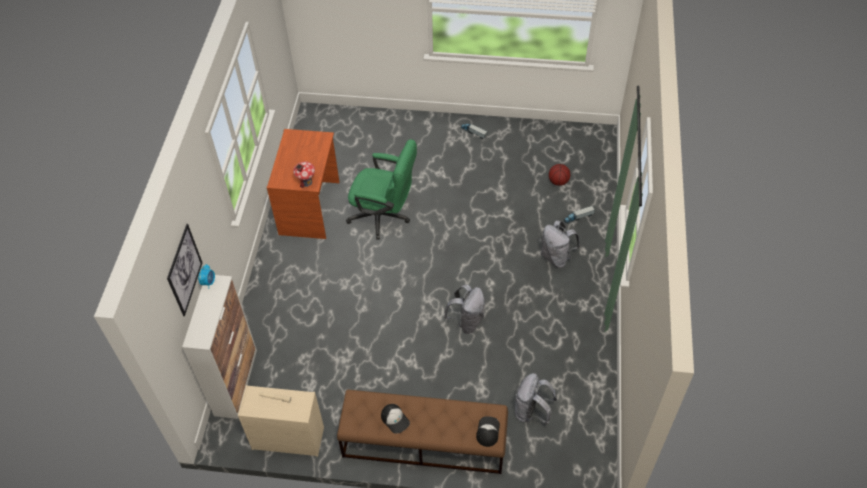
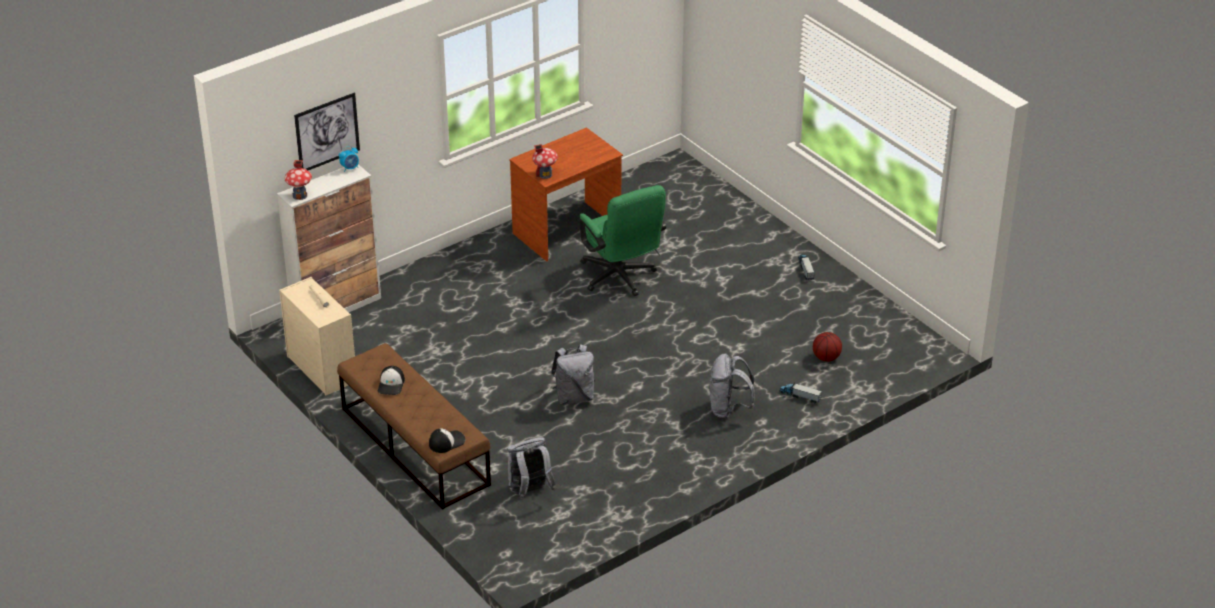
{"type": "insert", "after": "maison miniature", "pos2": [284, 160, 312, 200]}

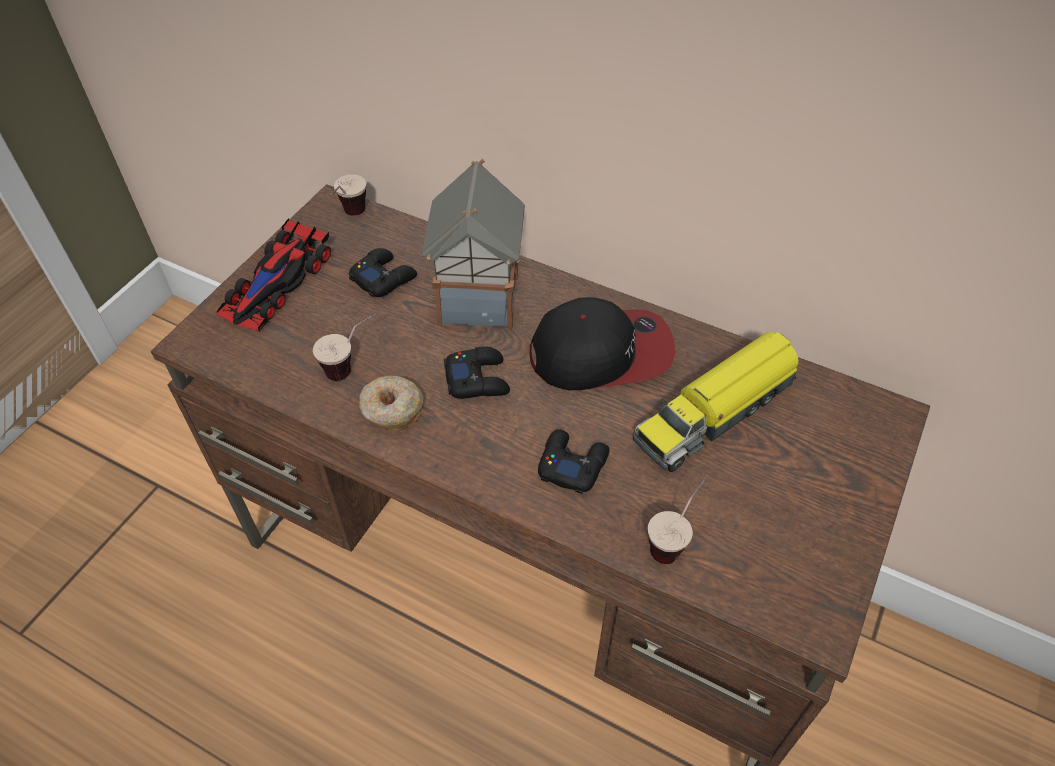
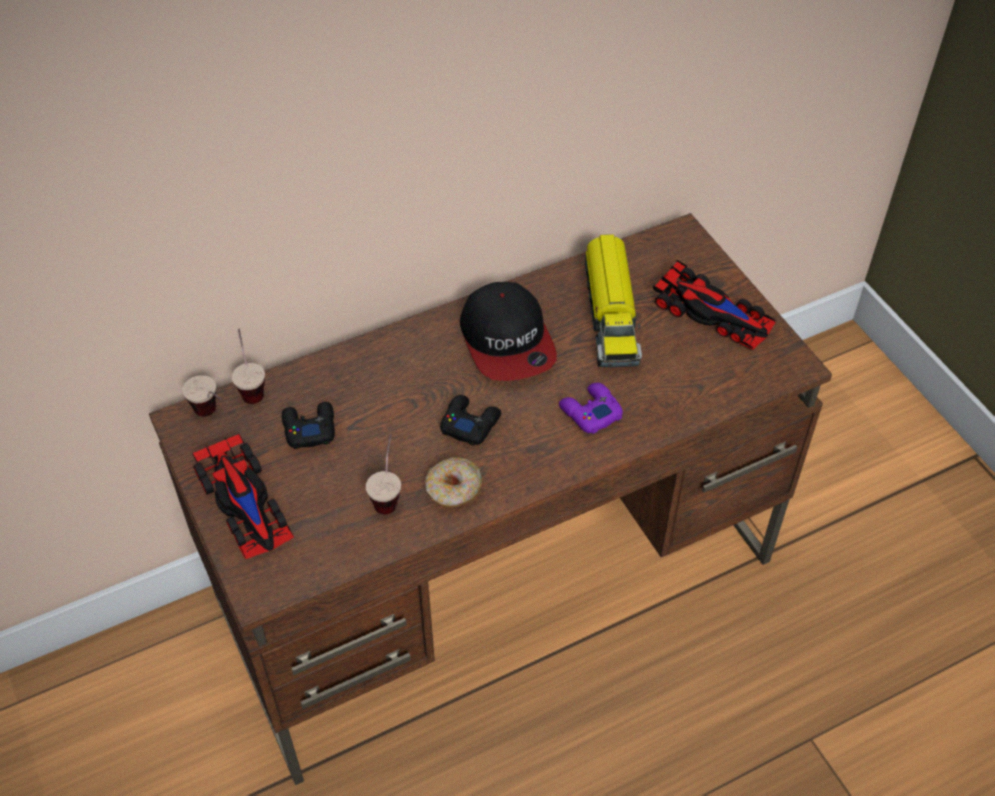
{"type": "delete", "before": "maison miniature", "pos1": [422, 159, 525, 329]}
{"type": "rotate", "before": "casquette", "pos1": [530, 297, 675, 390], "pos2": [460, 282, 557, 381], "turn": 135}
{"type": "recolor", "before": "manette/noir", "after": "manette/violet", "pos1": [538, 430, 609, 494], "pos2": [559, 383, 623, 434]}
{"type": "move", "before": "tasse", "pos1": [648, 475, 708, 564], "pos2": [232, 329, 265, 404]}
{"type": "insert", "after": "petite voiture", "pos2": [653, 260, 776, 350]}

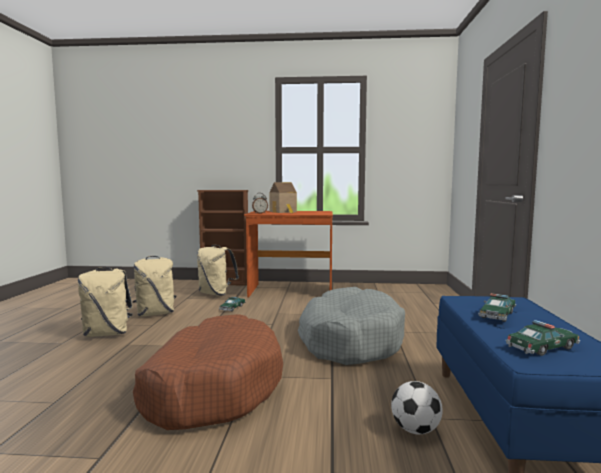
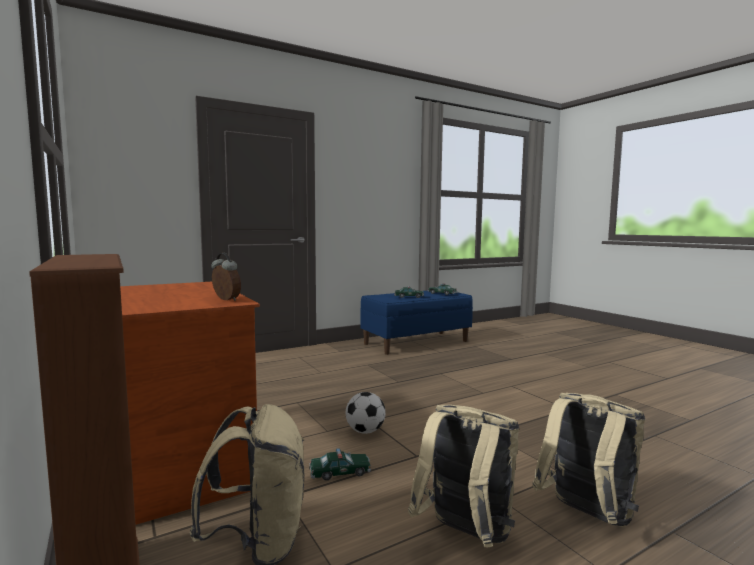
{"type": "delete", "before": "panier pour chien/marron", "pos1": [133, 314, 283, 430]}
{"type": "delete", "before": "maison miniature", "pos1": [269, 182, 297, 213]}
{"type": "delete", "before": "panier pour chien/gris", "pos1": [298, 287, 405, 365]}
{"type": "move", "before": "ballon de foot", "pos1": [391, 381, 443, 435], "pos2": [346, 392, 386, 434]}

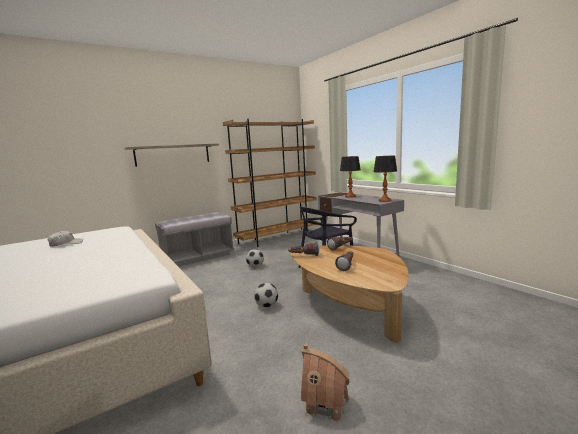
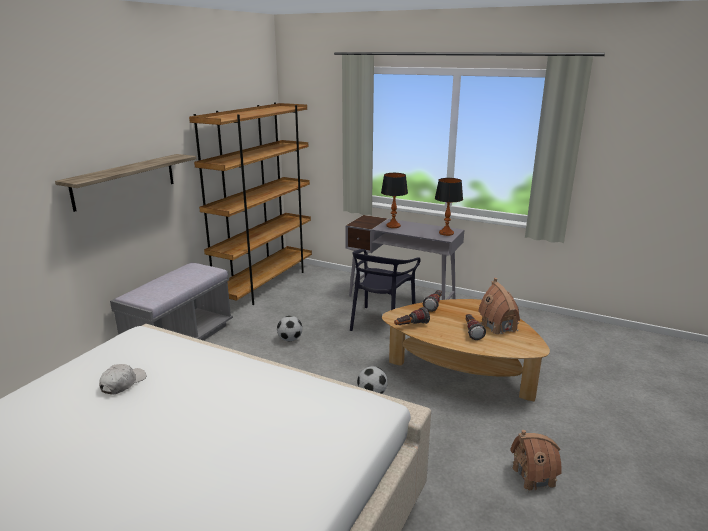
{"type": "insert", "after": "maison miniature", "pos2": [478, 278, 520, 335]}

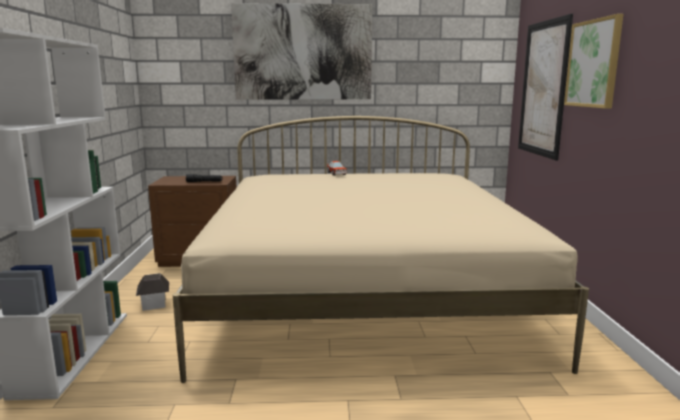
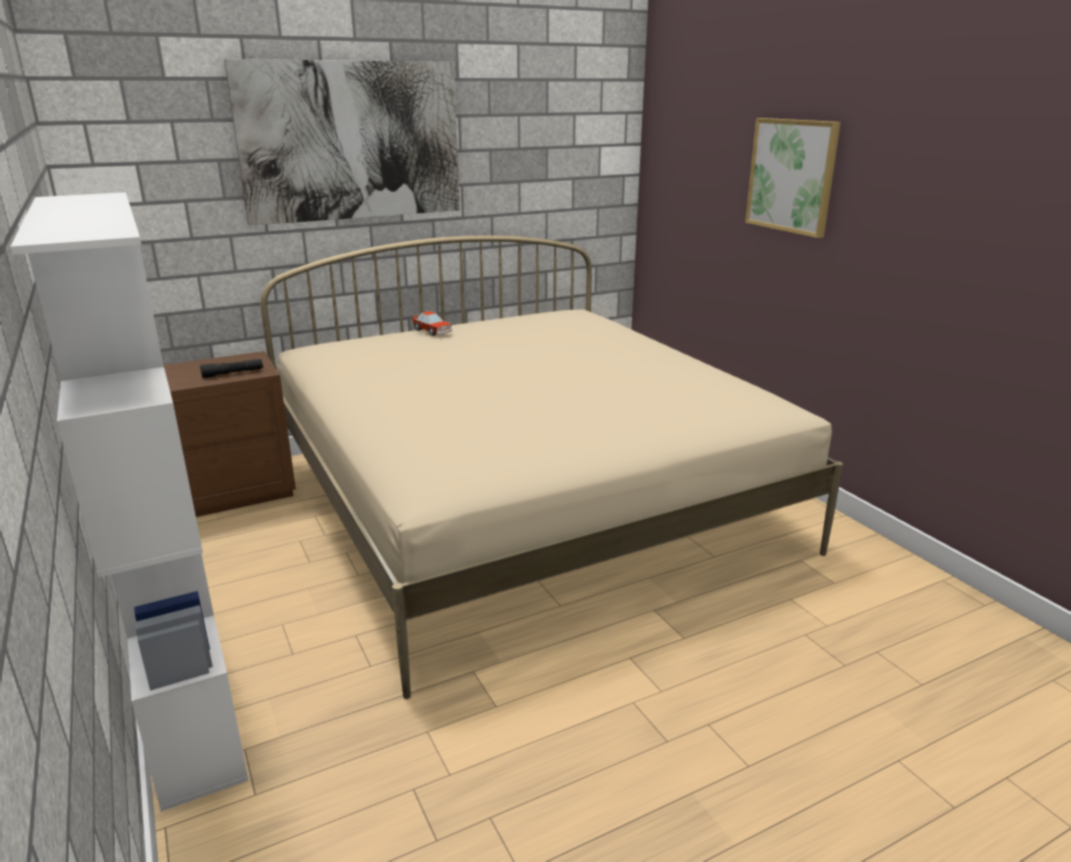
{"type": "delete", "before": "maison miniature", "pos1": [136, 273, 169, 311]}
{"type": "delete", "before": "tableau", "pos1": [518, 13, 573, 161]}

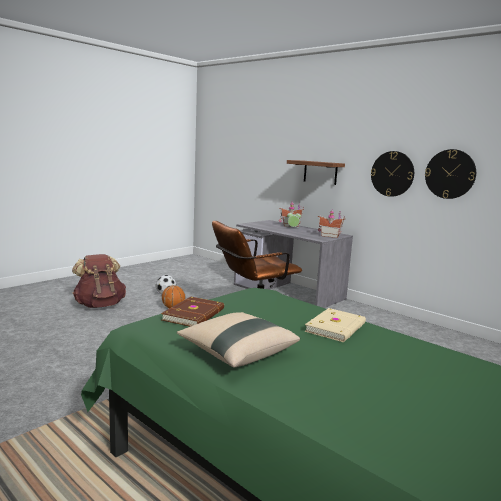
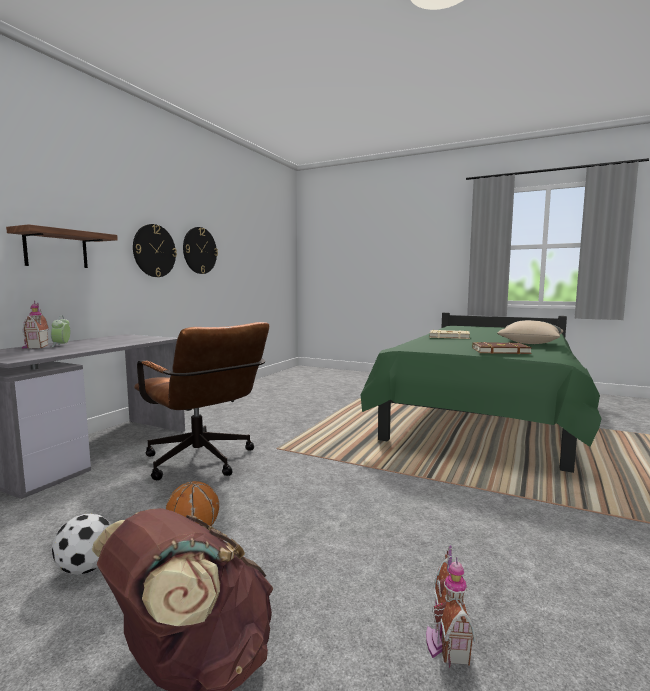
{"type": "move", "before": "maison miniature", "pos1": [318, 209, 346, 238], "pos2": [426, 545, 477, 667]}

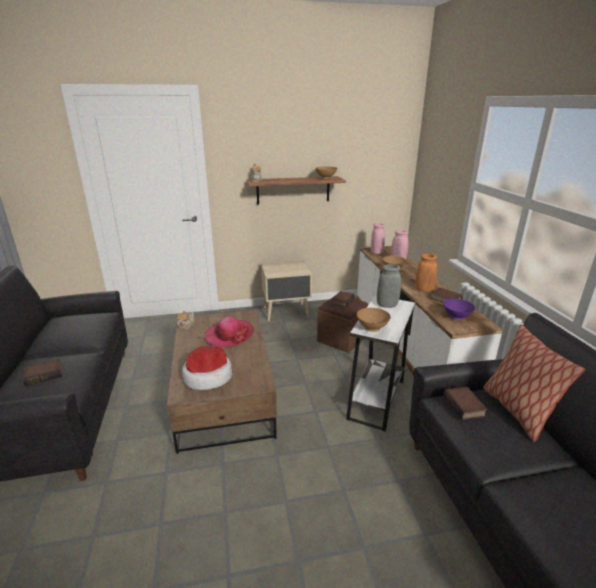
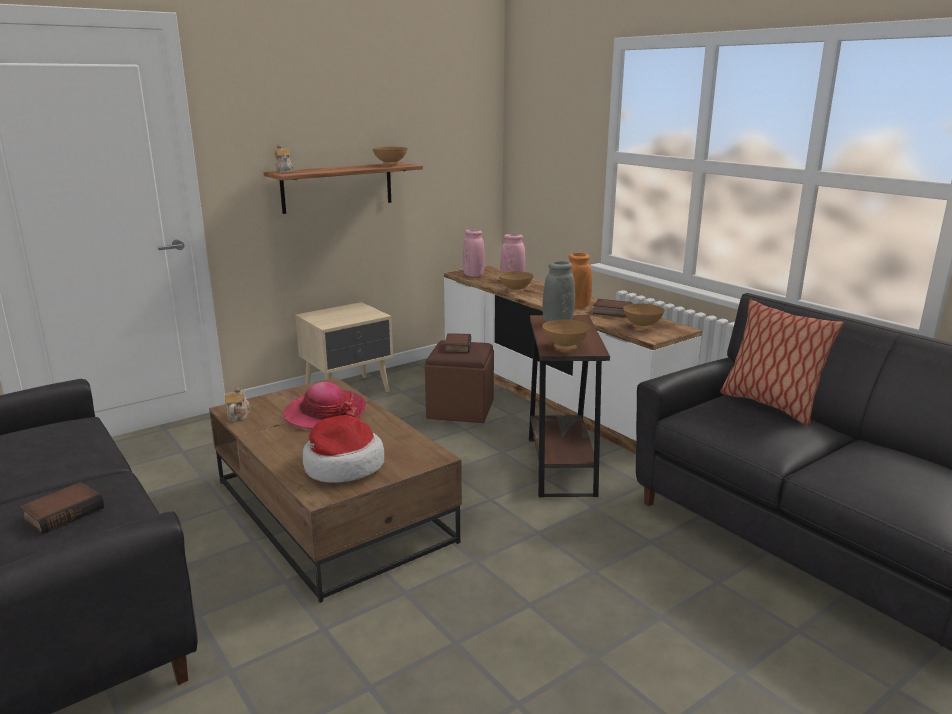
{"type": "recolor", "before": "table d'appoint/blanc", "after": "table d'appoint/marron", "pos1": [346, 295, 415, 431], "pos2": [529, 315, 610, 497]}
{"type": "recolor", "before": "bol/violet", "after": "bol/marron", "pos1": [443, 299, 475, 320], "pos2": [623, 303, 665, 329]}
{"type": "delete", "before": "livre", "pos1": [443, 387, 487, 420]}

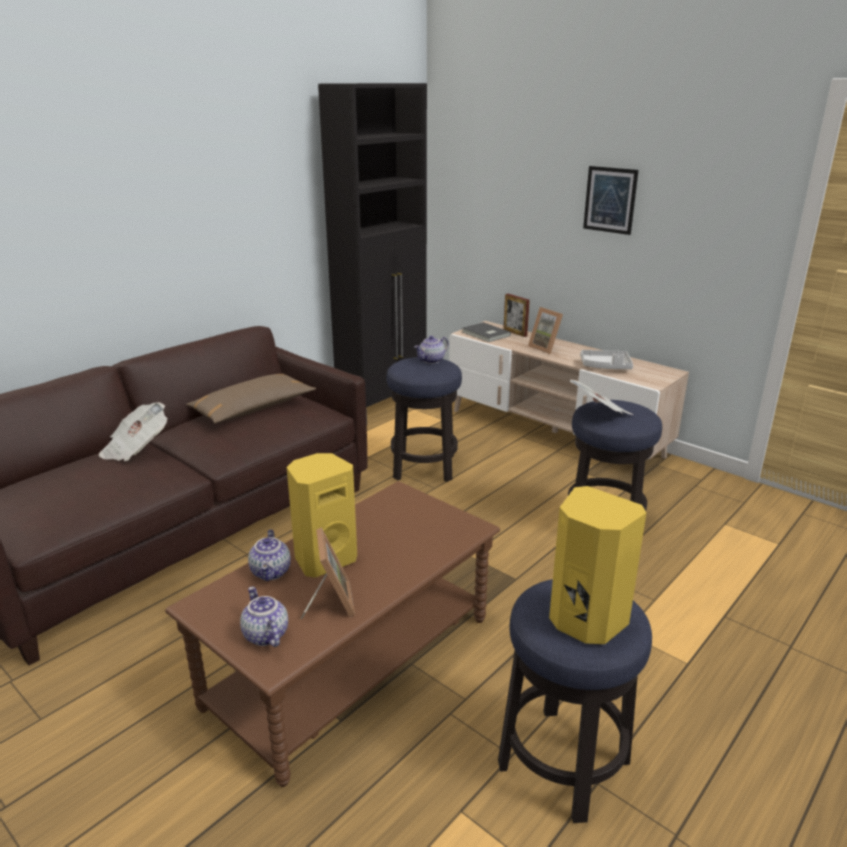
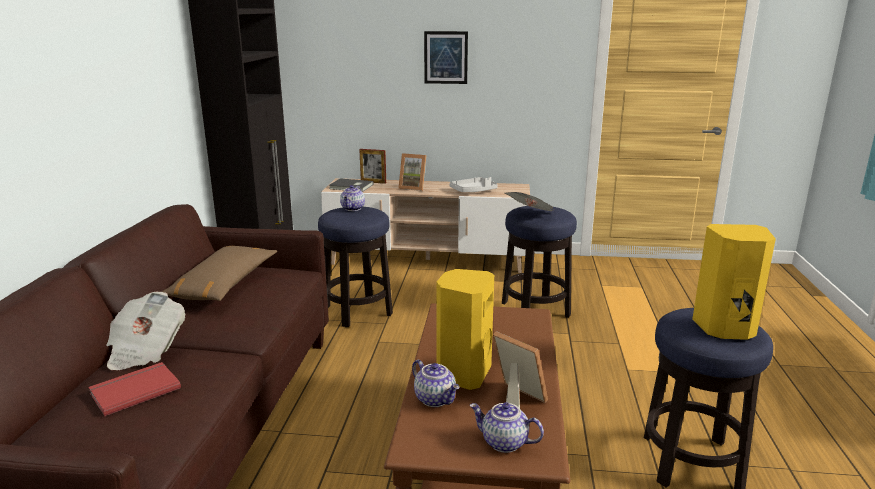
{"type": "insert", "after": "livre/rouge", "pos2": [88, 362, 181, 416]}

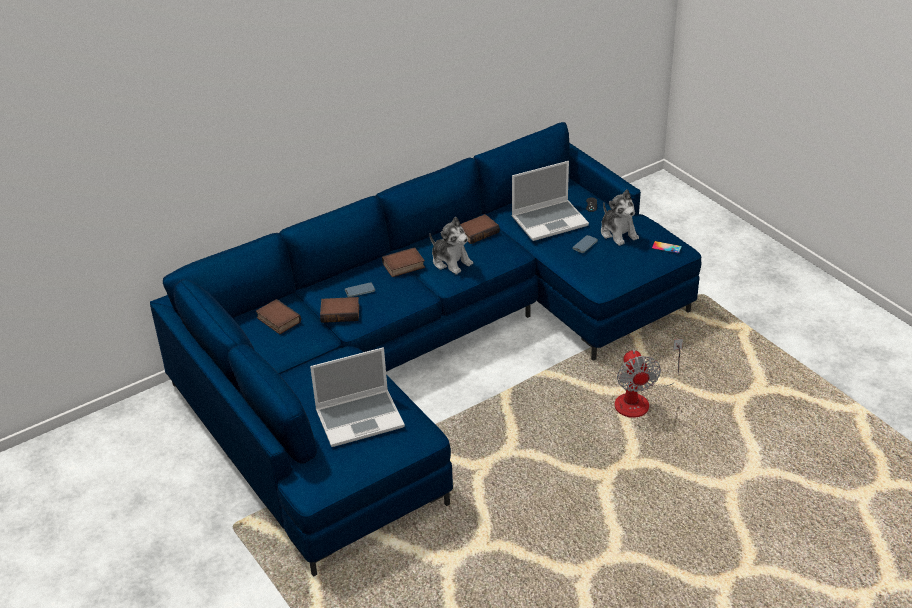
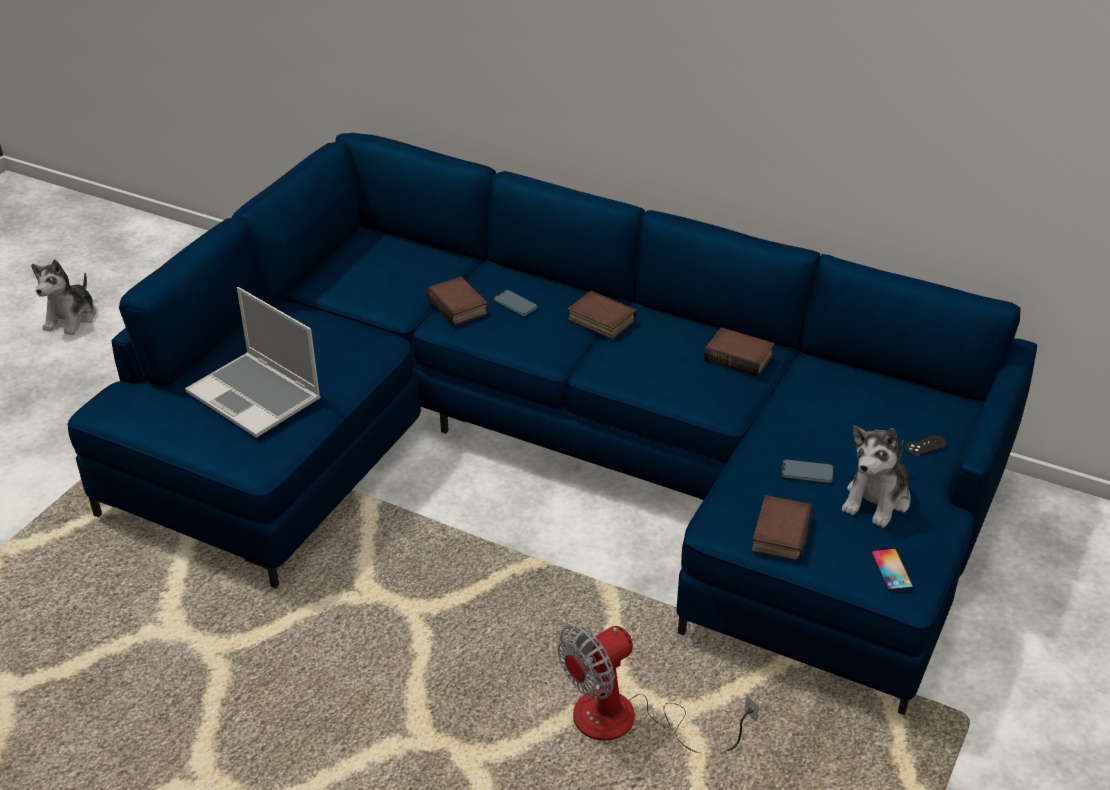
{"type": "move", "before": "livre", "pos1": [256, 299, 301, 334], "pos2": [751, 495, 813, 561]}
{"type": "move", "before": "peluche", "pos1": [429, 217, 473, 275], "pos2": [31, 259, 96, 335]}
{"type": "delete", "before": "ordinateur portable", "pos1": [512, 161, 589, 241]}

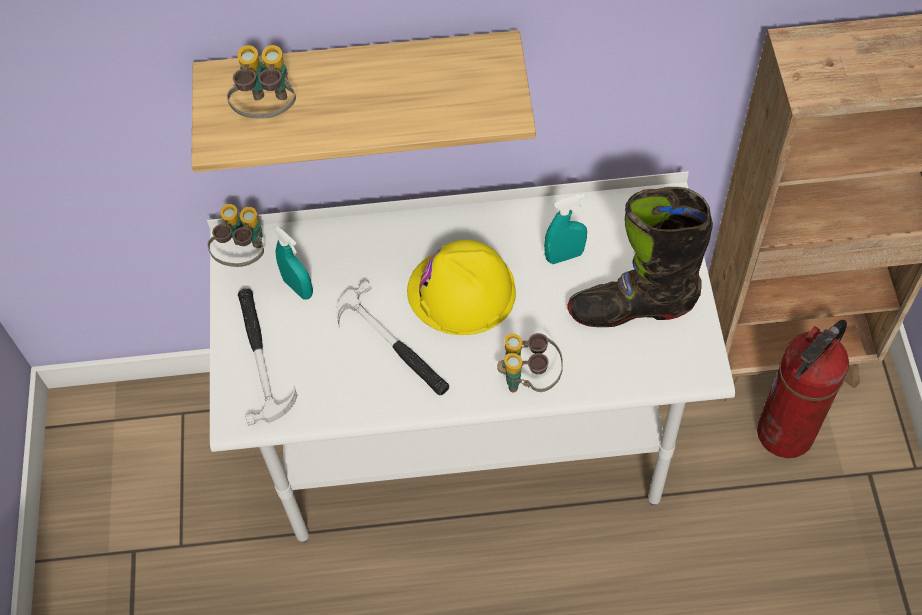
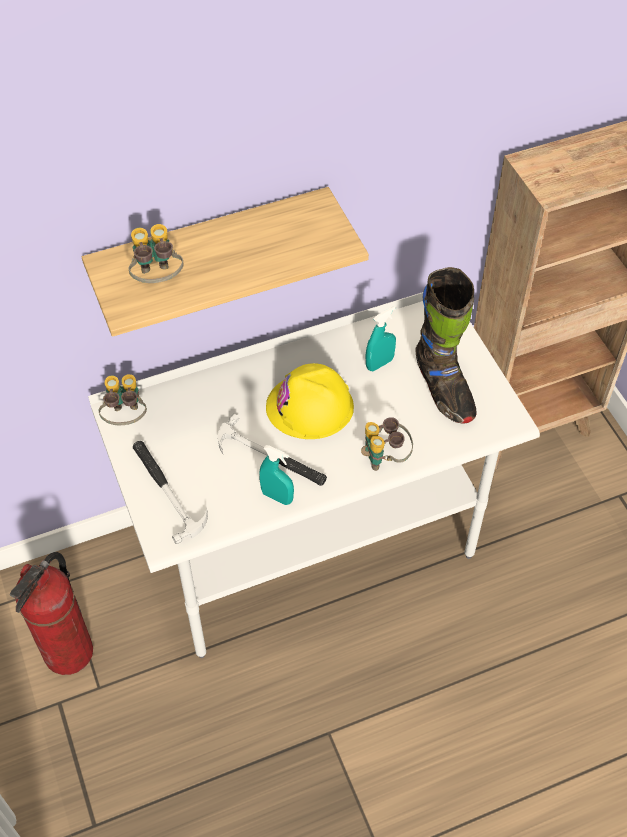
{"type": "move", "before": "vaporisateur/turquoise", "pos1": [273, 225, 313, 299], "pos2": [259, 445, 294, 505]}
{"type": "rotate", "before": "botte/noir", "pos1": [567, 187, 713, 327], "pos2": [416, 267, 477, 424], "turn": -90}
{"type": "move", "before": "extincteur", "pos1": [757, 320, 849, 458], "pos2": [10, 552, 93, 675]}

